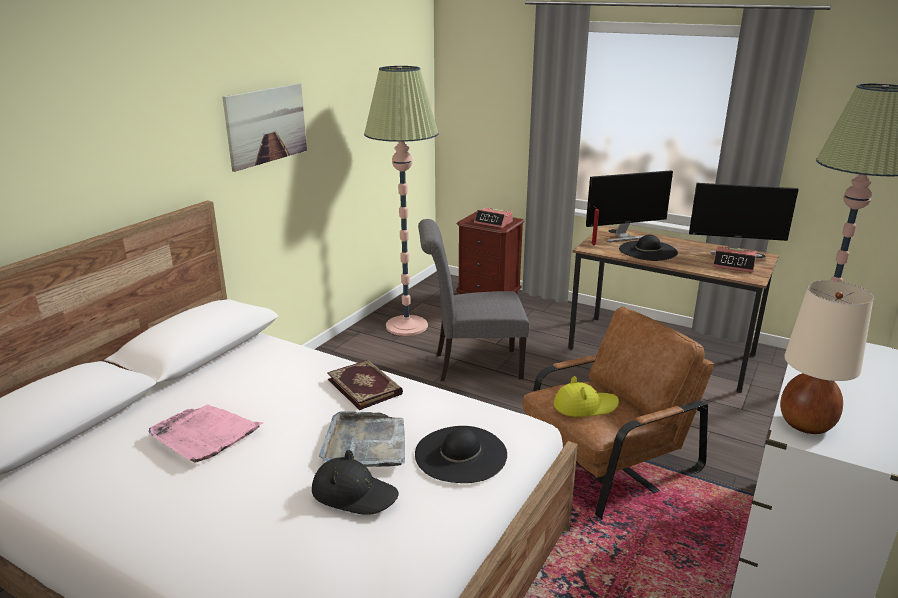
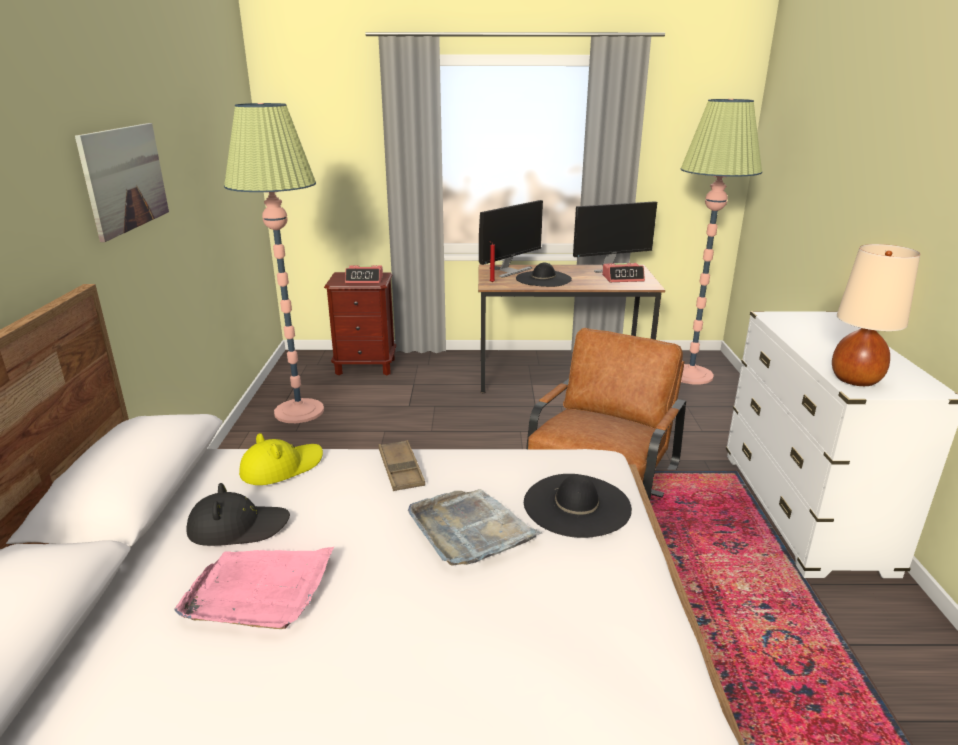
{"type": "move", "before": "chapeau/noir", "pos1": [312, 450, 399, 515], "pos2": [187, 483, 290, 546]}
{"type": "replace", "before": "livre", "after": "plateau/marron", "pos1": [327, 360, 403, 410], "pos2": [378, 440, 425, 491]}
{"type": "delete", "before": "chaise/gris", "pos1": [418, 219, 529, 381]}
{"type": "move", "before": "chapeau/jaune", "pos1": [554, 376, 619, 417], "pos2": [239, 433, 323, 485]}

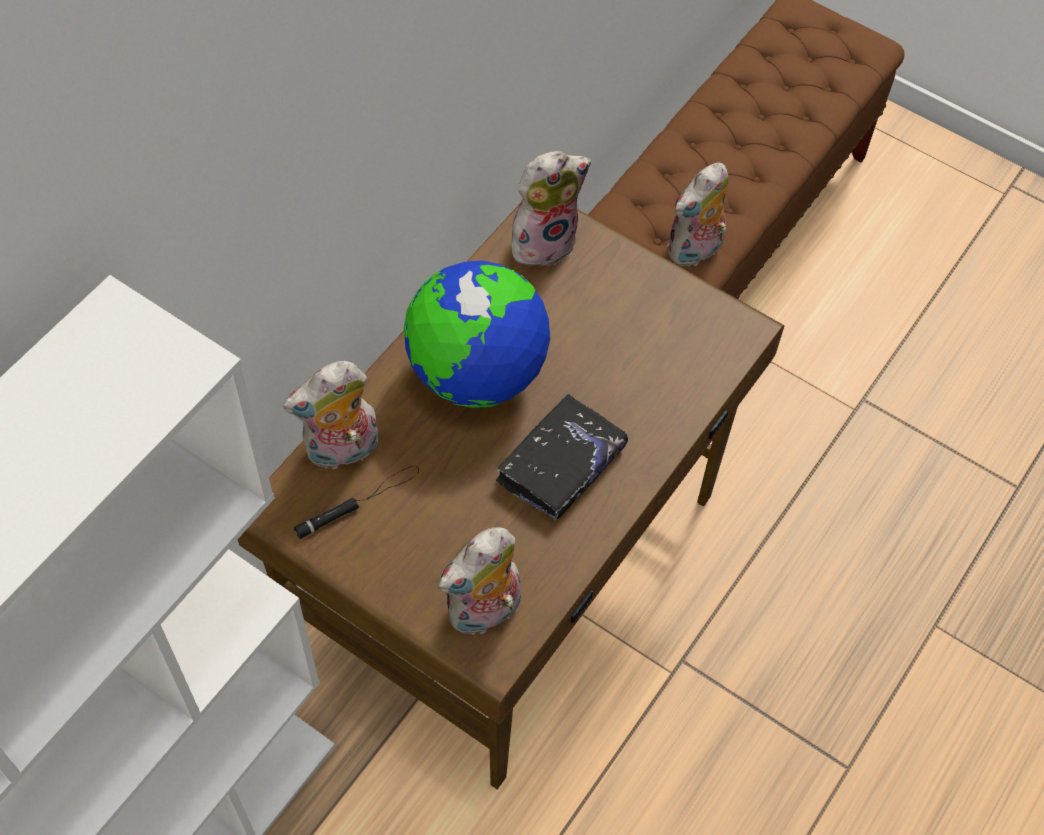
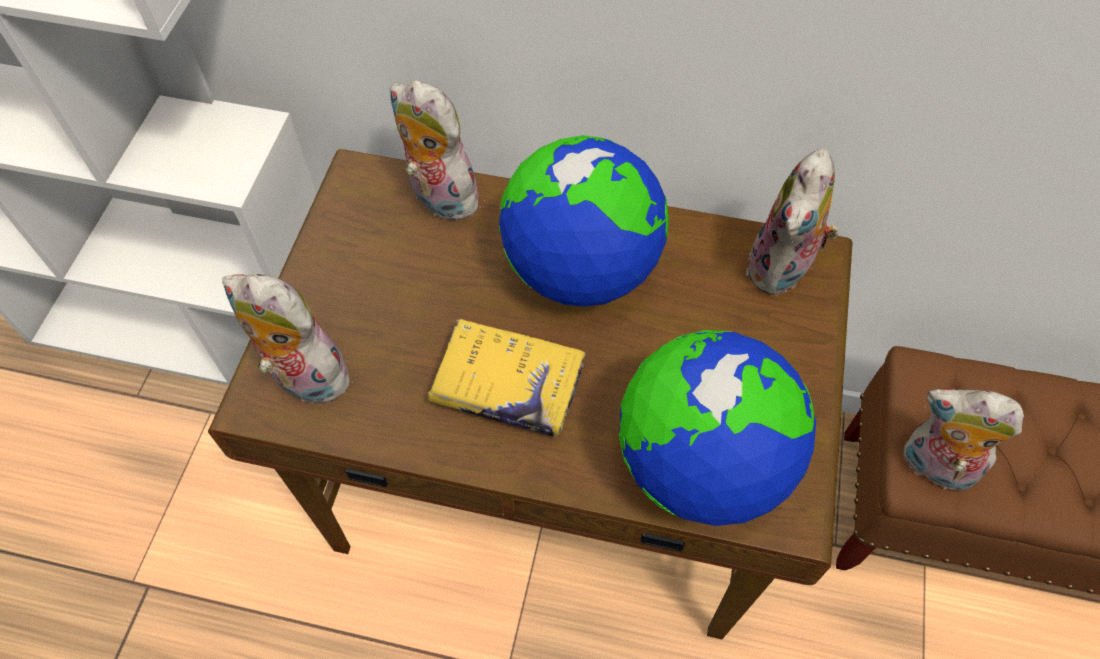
{"type": "delete", "before": "lampe de poche/noir", "pos1": [294, 466, 419, 539]}
{"type": "recolor", "before": "livre/noir", "after": "livre/jaune", "pos1": [496, 394, 628, 520], "pos2": [427, 319, 586, 437]}
{"type": "rotate", "before": "peluche", "pos1": [512, 151, 591, 266], "pos2": [746, 148, 839, 295], "turn": 75}
{"type": "insert", "after": "globe", "pos2": [619, 330, 816, 526]}

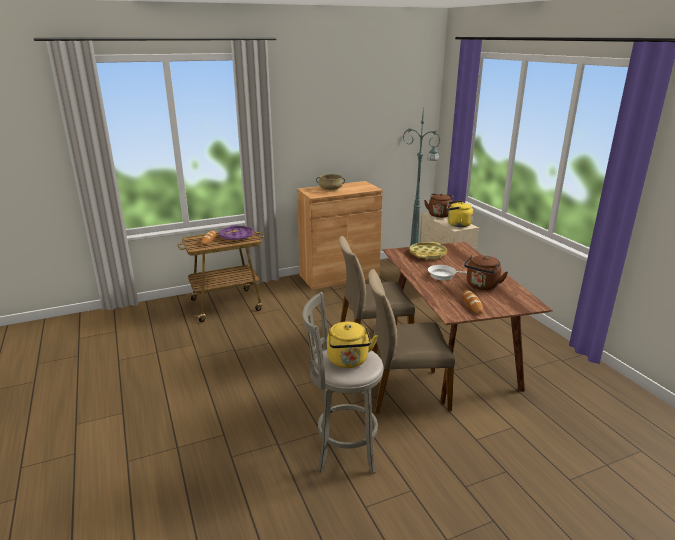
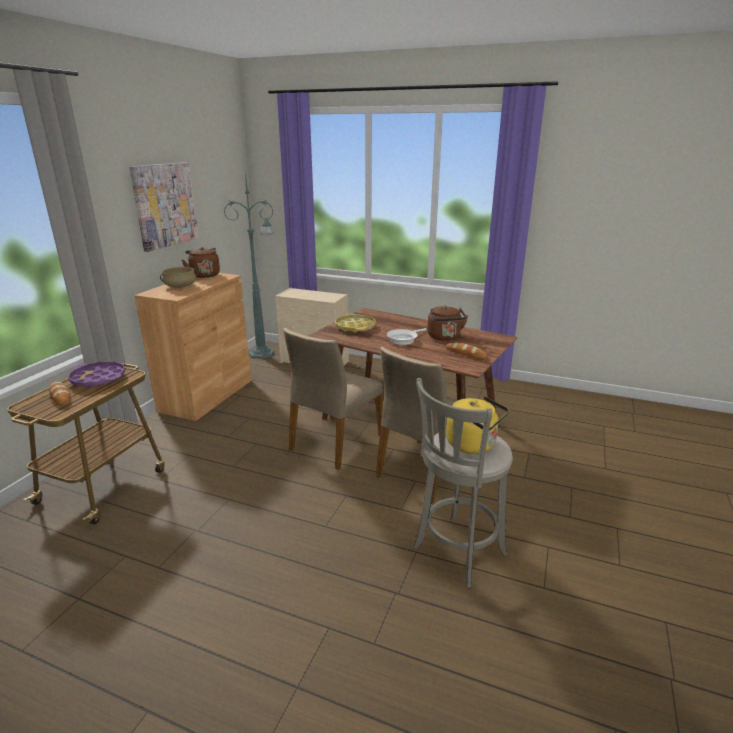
{"type": "move", "before": "bouilloire/marron", "pos1": [424, 193, 454, 218], "pos2": [182, 247, 220, 278]}
{"type": "delete", "before": "bouilloire/jaune", "pos1": [447, 200, 473, 227]}
{"type": "insert", "after": "tableau", "pos2": [129, 162, 199, 252]}

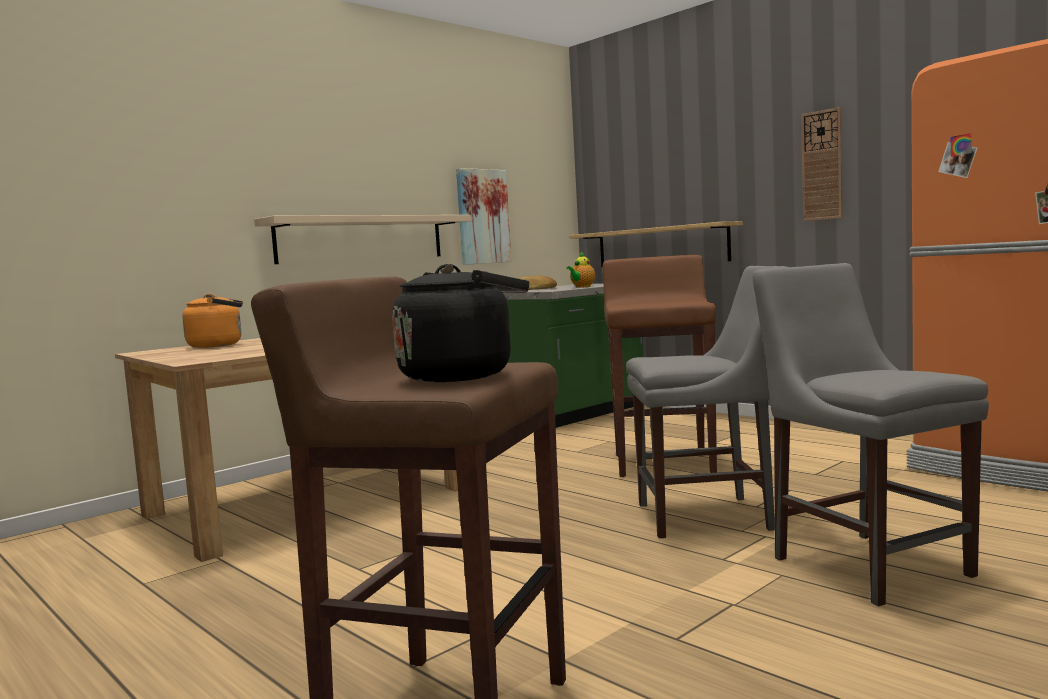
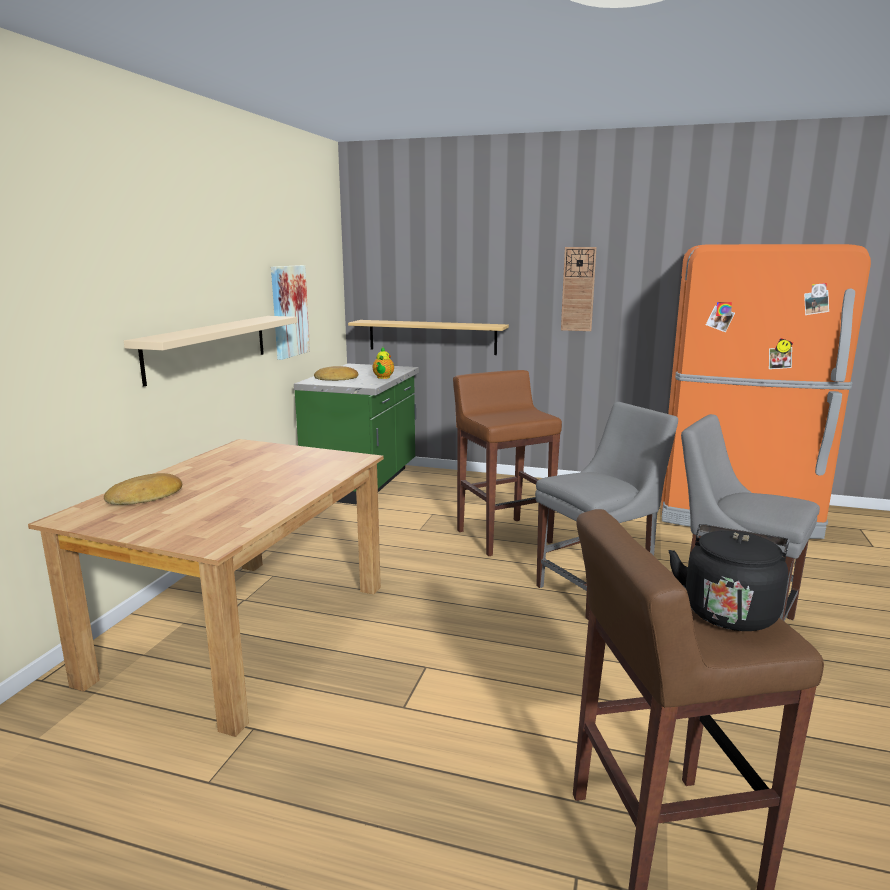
{"type": "replace", "before": "bouilloire/orange", "after": "pain", "pos1": [182, 294, 243, 348], "pos2": [104, 473, 182, 505]}

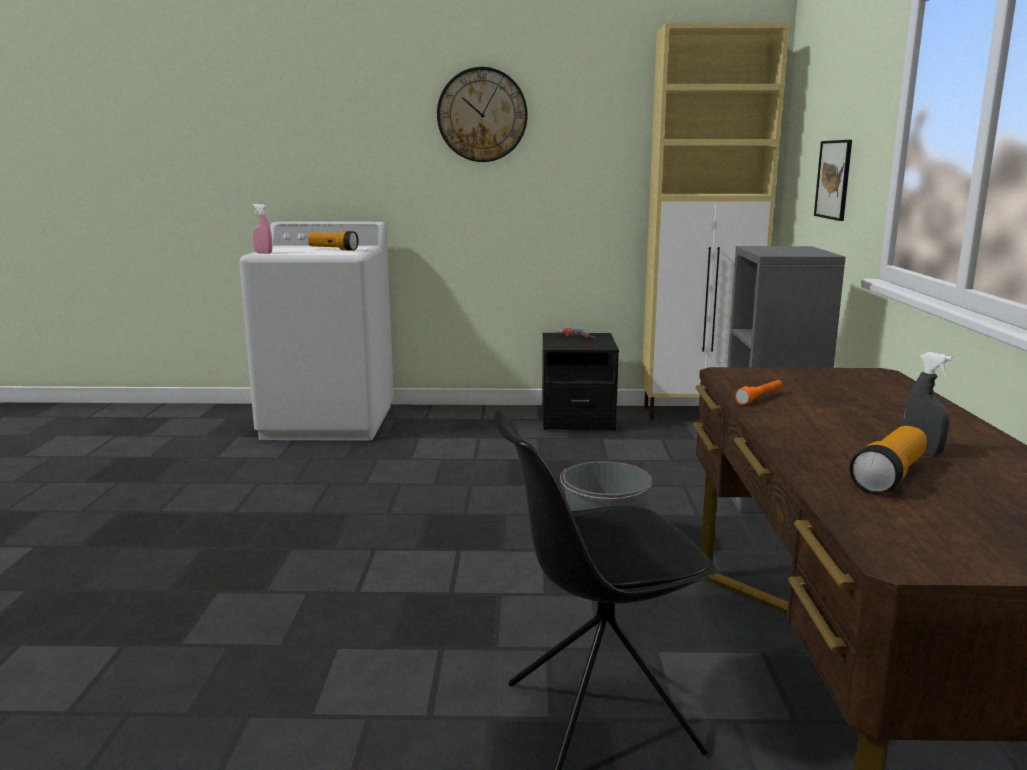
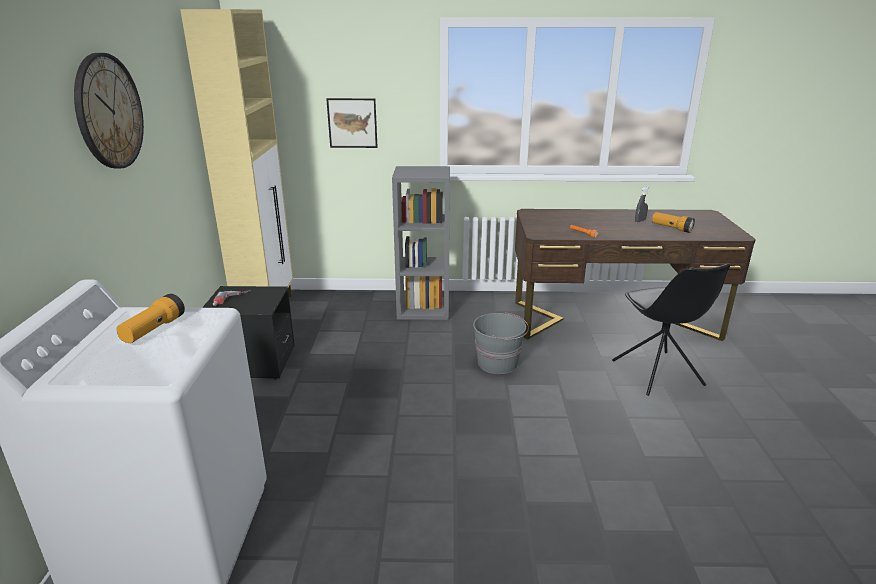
{"type": "delete", "before": "vaporisateur/rose", "pos1": [252, 204, 272, 254]}

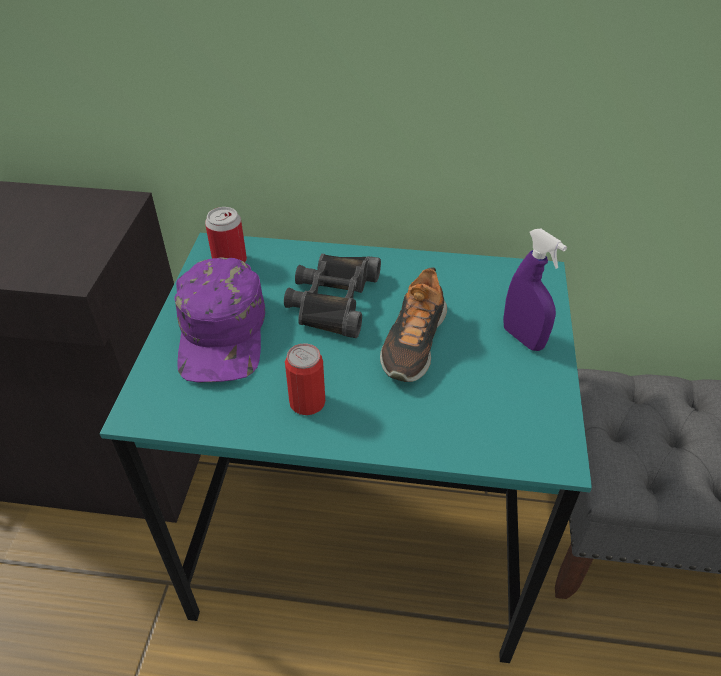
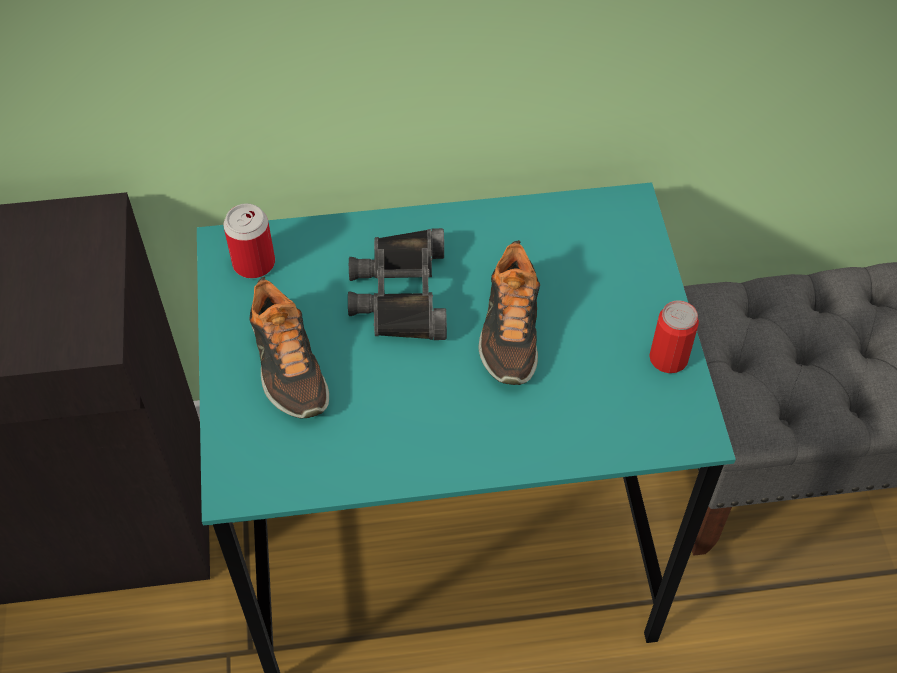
{"type": "replace", "before": "casquette/violet", "after": "chaussure", "pos1": [175, 257, 265, 382], "pos2": [250, 277, 329, 418]}
{"type": "move", "before": "boîte métallique", "pos1": [285, 343, 325, 415], "pos2": [649, 301, 699, 373]}
{"type": "delete", "before": "vaporisateur/violet", "pos1": [503, 229, 567, 351]}

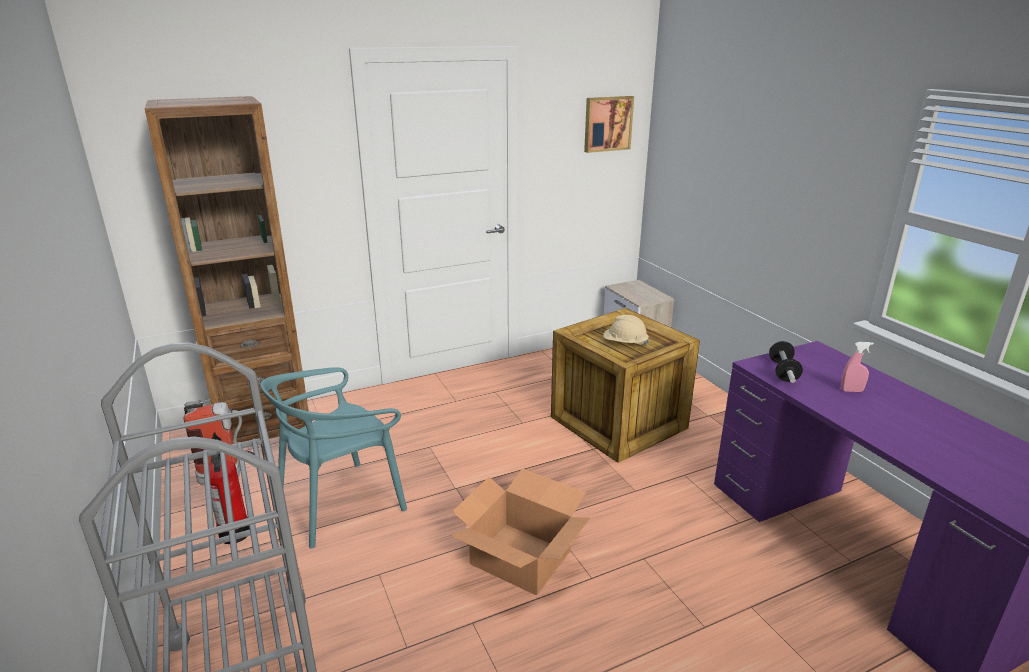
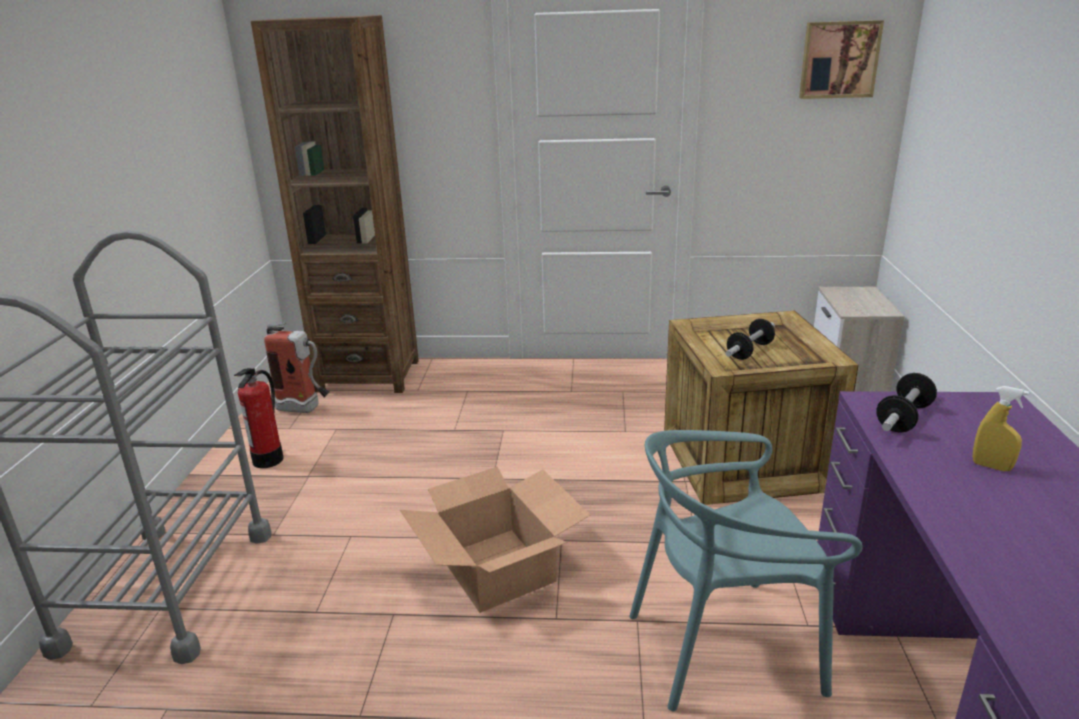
{"type": "move", "before": "chaise/turquoise", "pos1": [260, 367, 407, 549], "pos2": [630, 430, 863, 711]}
{"type": "replace", "before": "casque de chantier/beige", "after": "haltère", "pos1": [603, 315, 649, 346], "pos2": [725, 319, 775, 360]}
{"type": "recolor", "before": "vaporisateur/rose", "after": "vaporisateur/jaune", "pos1": [841, 342, 874, 392], "pos2": [973, 386, 1029, 471]}

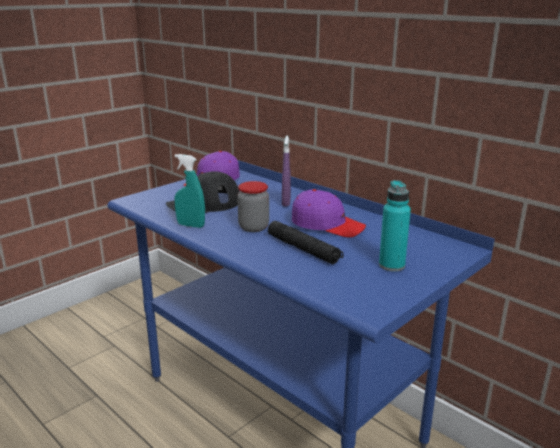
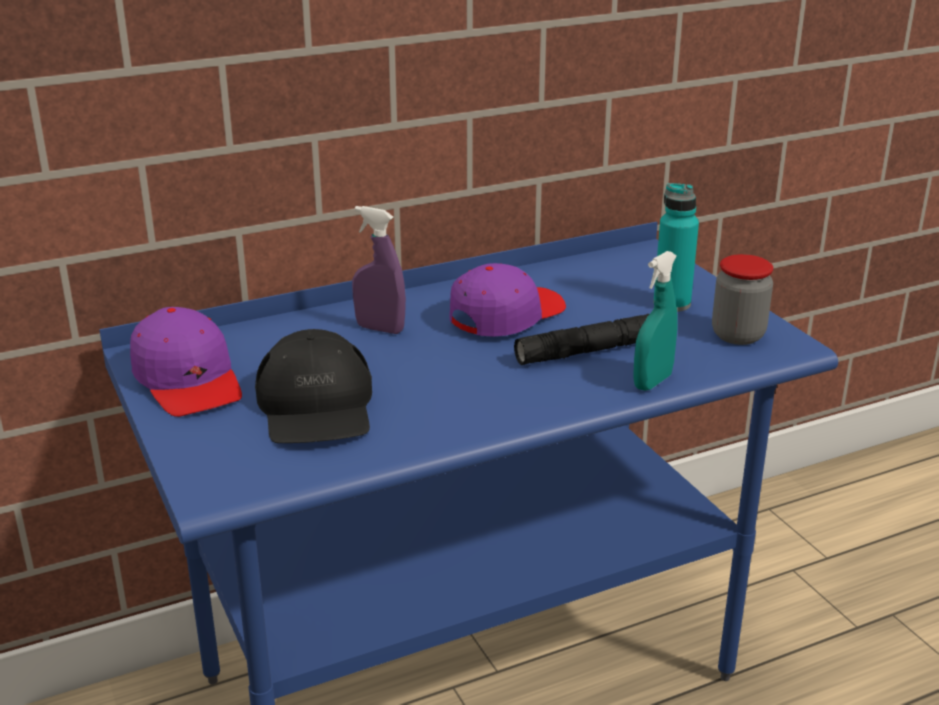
{"type": "move", "before": "vaporisateur/turquoise", "pos1": [174, 154, 205, 228], "pos2": [633, 251, 678, 391]}
{"type": "move", "before": "bocal", "pos1": [237, 181, 269, 232], "pos2": [712, 254, 773, 345]}

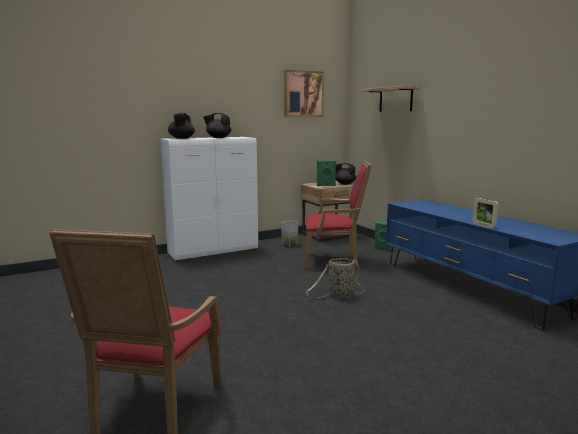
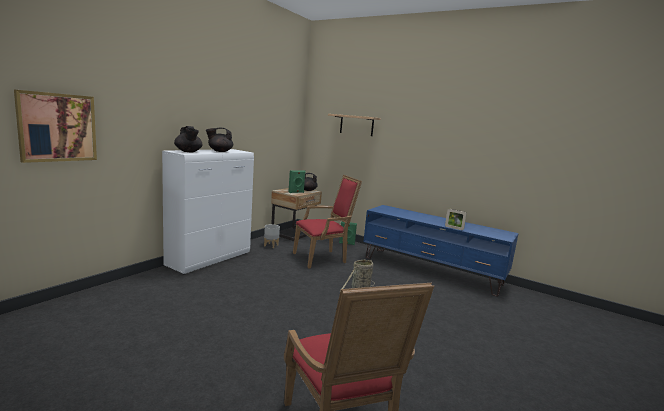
{"type": "move", "before": "tableau", "pos1": [284, 70, 324, 117], "pos2": [14, 90, 97, 163]}

